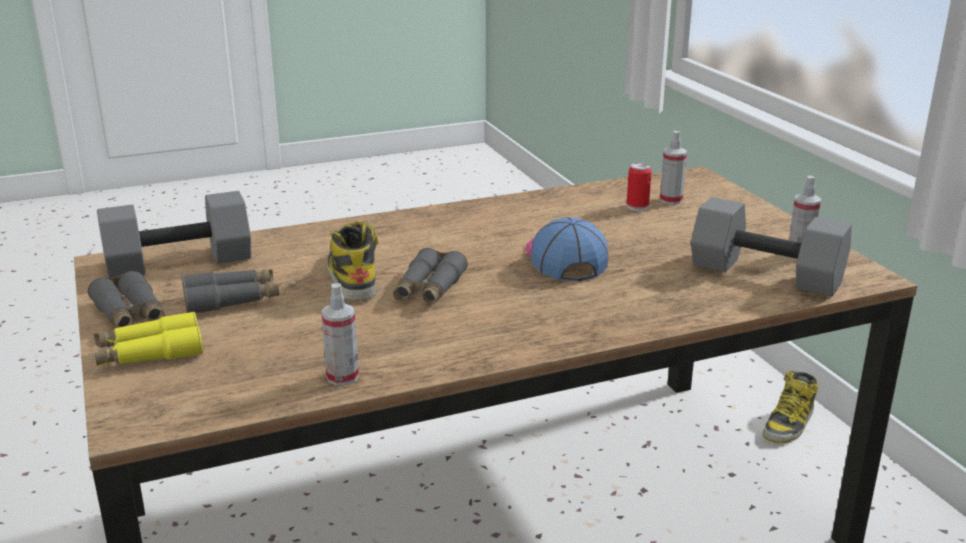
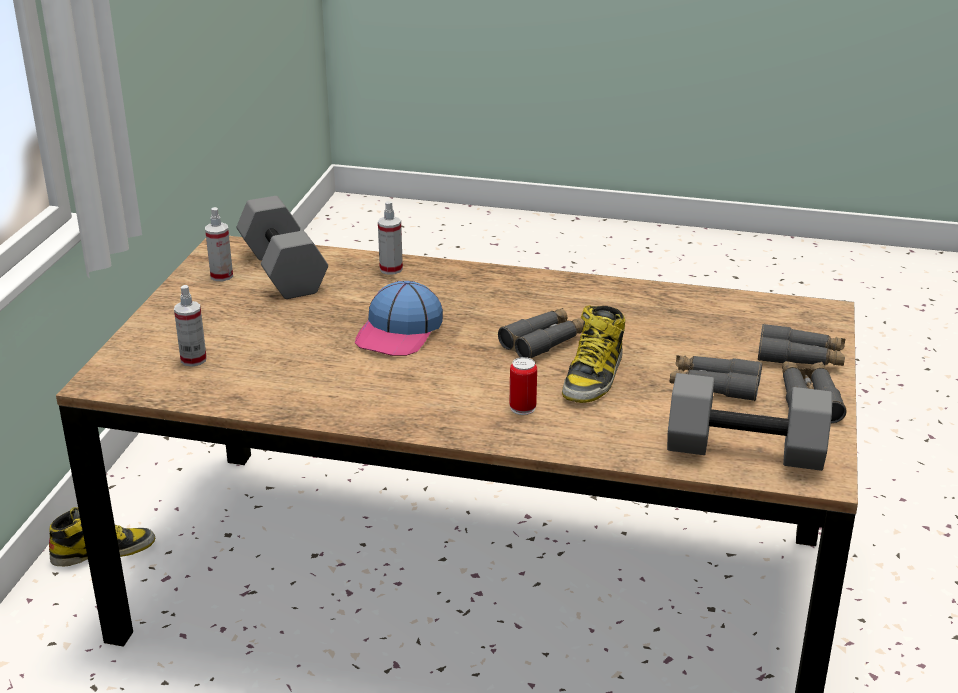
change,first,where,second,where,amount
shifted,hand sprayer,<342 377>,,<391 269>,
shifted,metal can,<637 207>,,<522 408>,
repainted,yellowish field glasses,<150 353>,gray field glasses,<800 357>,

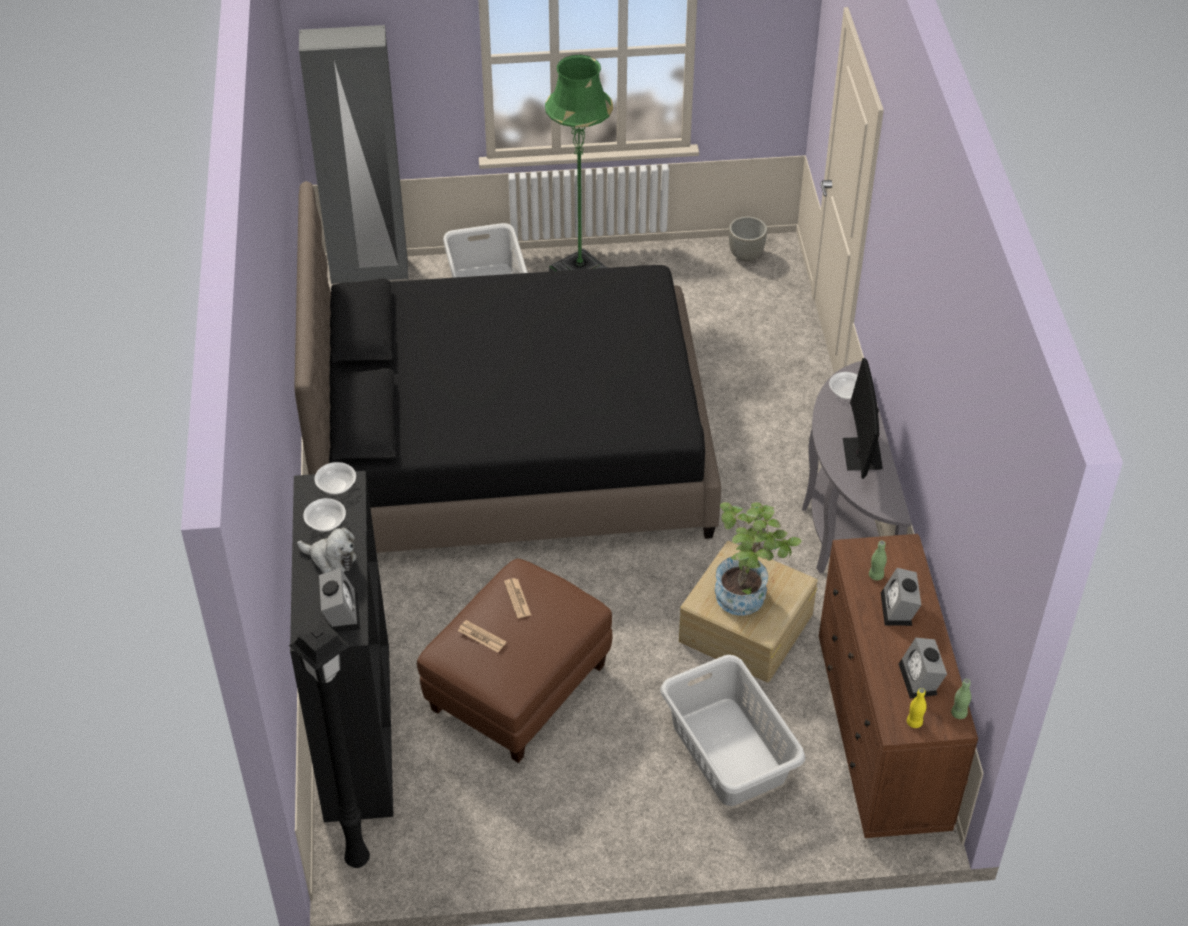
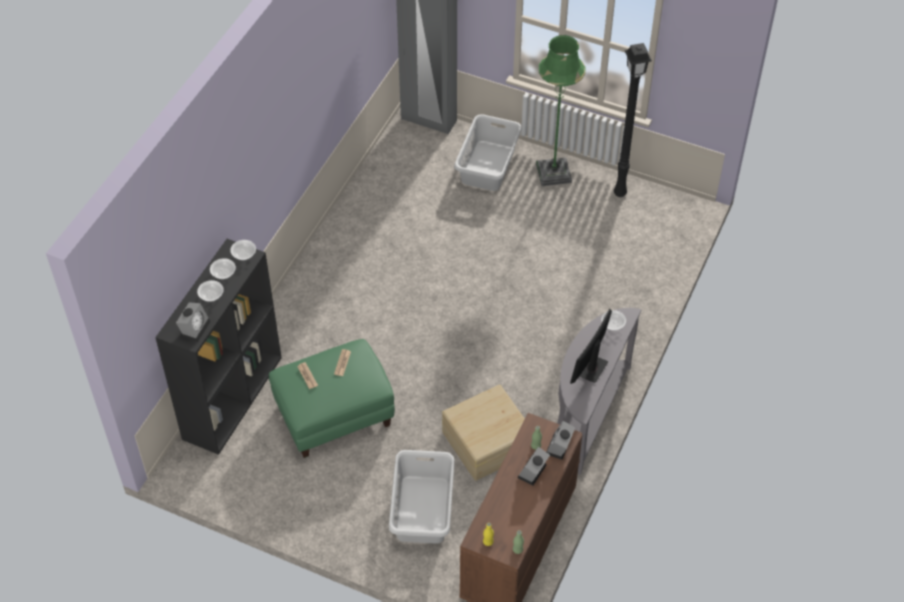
change,first,where,second,where,amount
swapped,plush toy,<331 559>,serving bowl,<211 295>,
repainted,brown-coloured ottoman,<518 687>,greenish ottoman,<334 415>,
shifted,alarm clock,<921 680>,,<559 447>,
shifted,blackish floor lamp,<357 857>,,<620 192>,
gone,blackish bedroom bed,<511 448>,,,
gone,houseplant,<748 595>,,,
gone,gray flower pot,<746 255>,,,

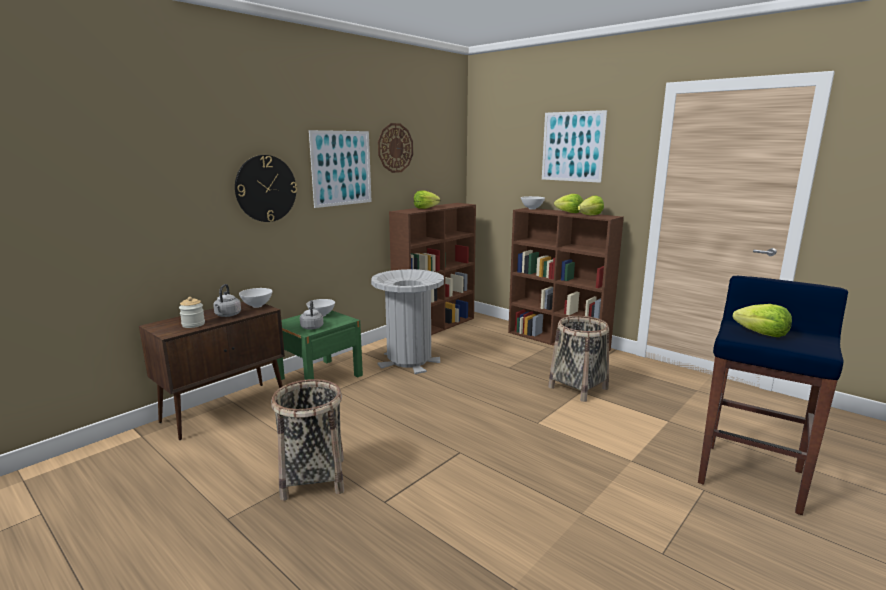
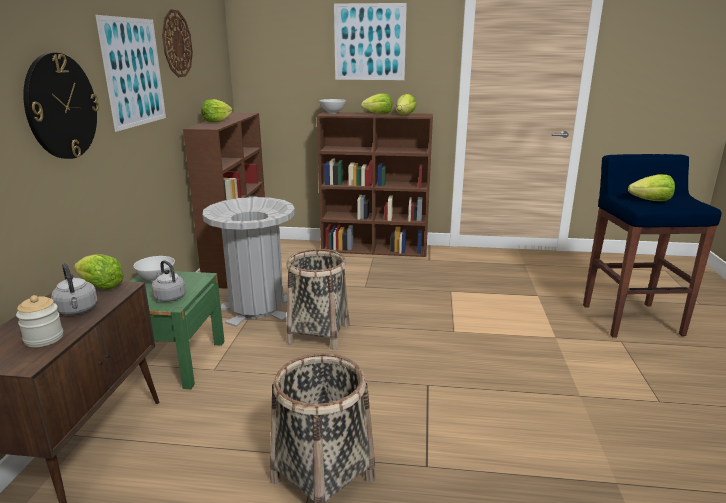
change,first,where,second,where,amount
swapped,whitish serving bowl,<257 306>,lettuce head,<100 286>,
shifted,basket,<578 388>,,<319 334>,

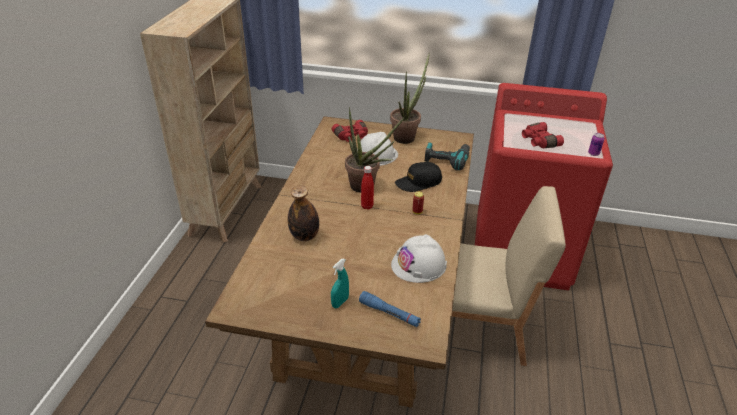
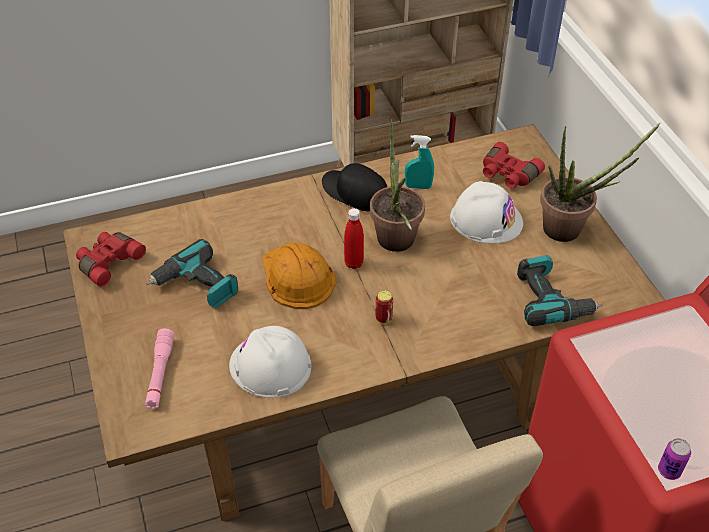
change,first,where,second,where,amount
shifted,red-coloured field glasses,<538 141>,,<108 262>,
repainted,blue hand torch,<389 313>,pink hand torch,<160 373>,
new,,,power drill,<197 286>,
new,,,orange safety helmet,<297 277>,
shifted,blackish peaked cap,<418 182>,,<355 192>,
shifted,turquoise hand sprayer,<340 302>,,<418 186>,
gone,drink bottle,<304 236>,,,

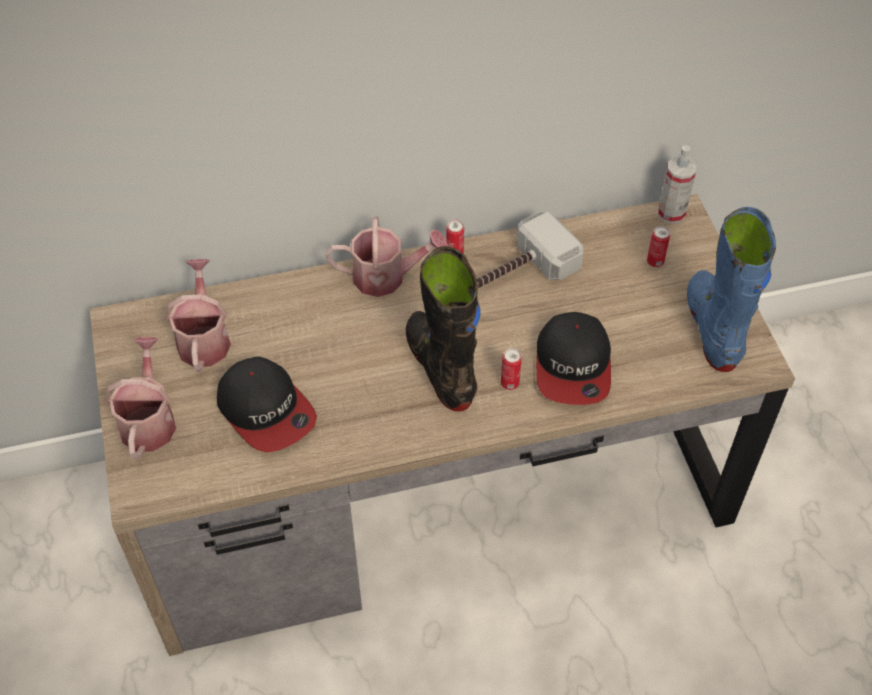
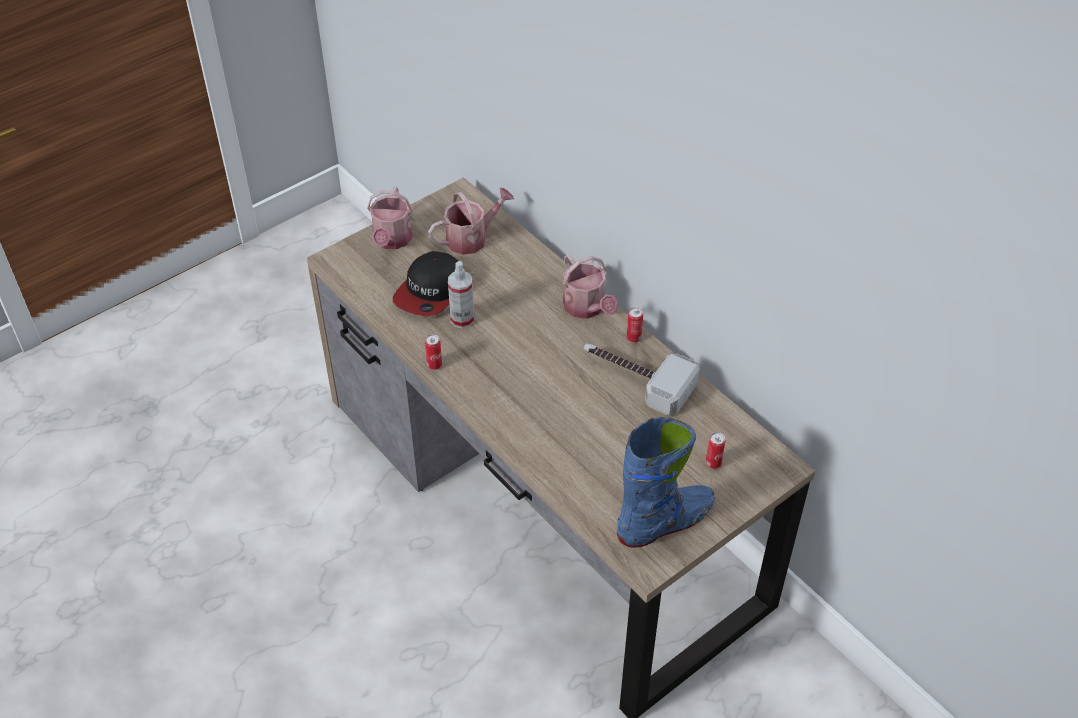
change,first,where,second,where,amount
rotated,watering pot,<149 420>,,<391 240>,120 degrees clockwise
shifted,metal can,<509 383>,,<434 365>,
shifted,hand sprayer,<671 213>,,<462 319>,
gone,blackish boot,<441 368>,,,
gone,peaked cap,<573 366>,,,

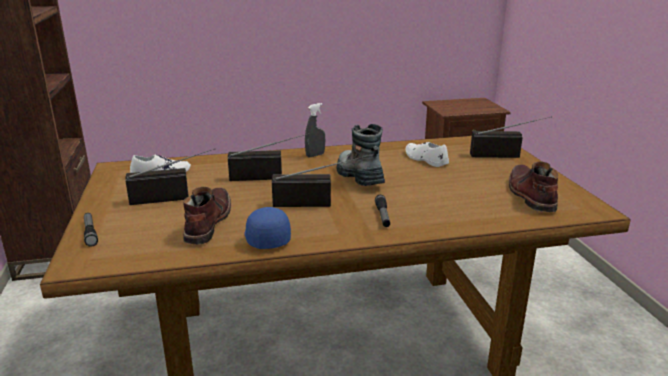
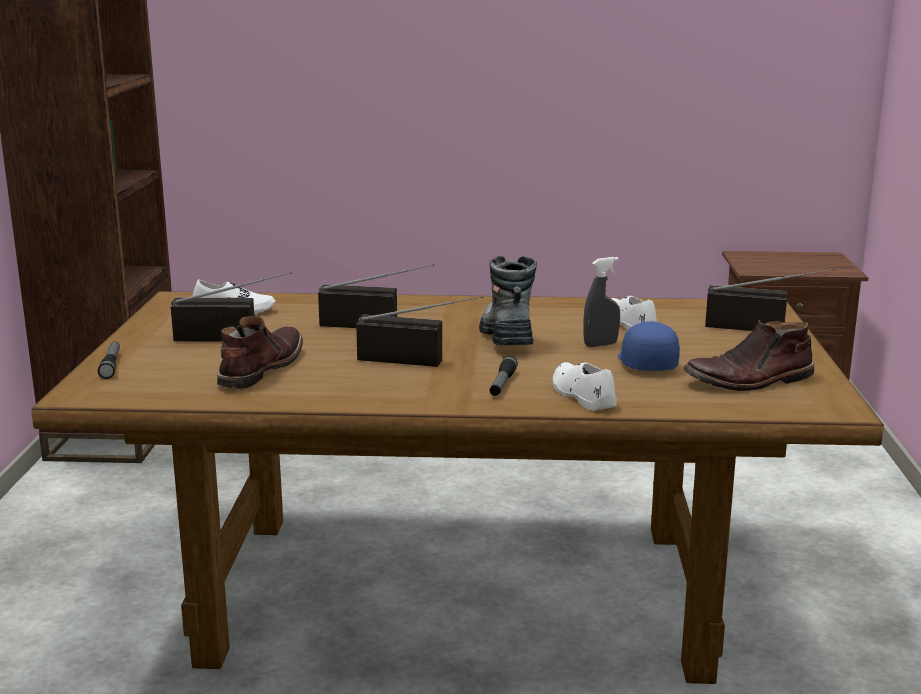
change,first,where,second,where,amount
new,,,whitish shoe,<582 395>,
shifted,gray hand sprayer,<315 155>,,<600 345>,
shifted,blue peaked cap,<265 237>,,<645 363>,
rotated,brown-coloured boot,<530 195>,,<750 381>,120 degrees counterclockwise

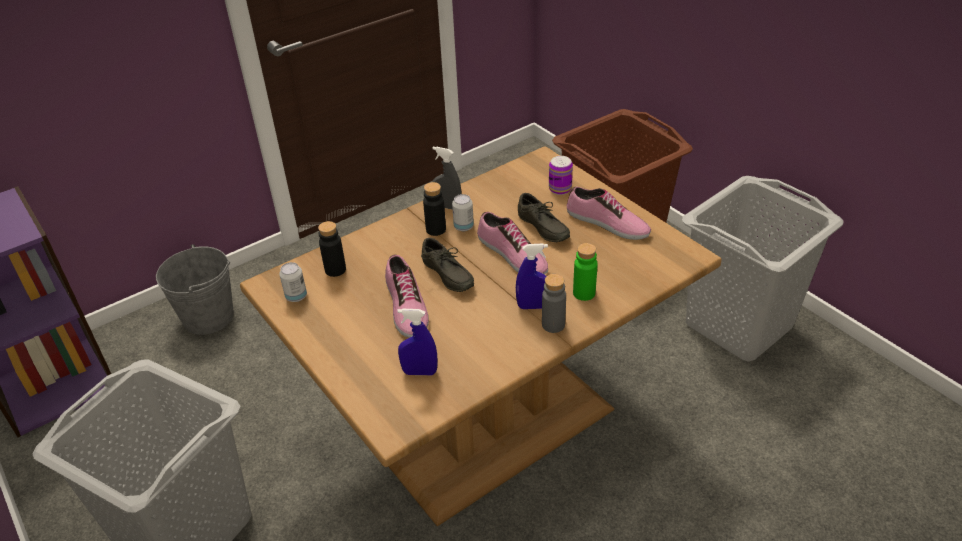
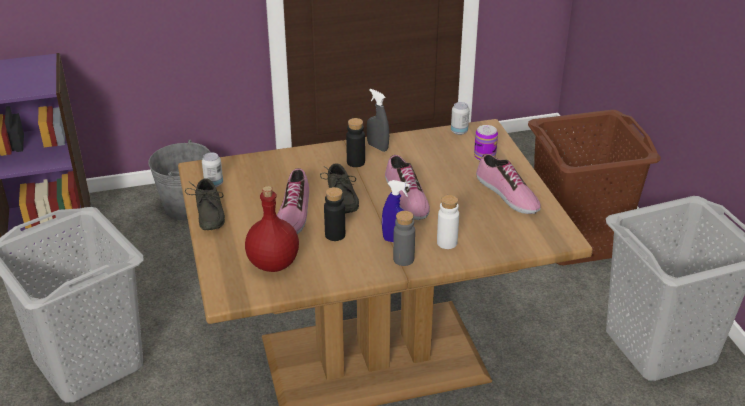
change,first,where,second,where,amount
shifted,gray shoe,<541 229>,,<207 215>,
swapped,blue hand sprayer,<419 372>,red-coloured drink bottle,<272 263>,
shifted,blackish drink bottle,<335 270>,,<335 235>,
repainted,greenish drink bottle,<584 293>,whitish drink bottle,<447 243>,
shifted,metal can,<463 227>,,<459 131>,

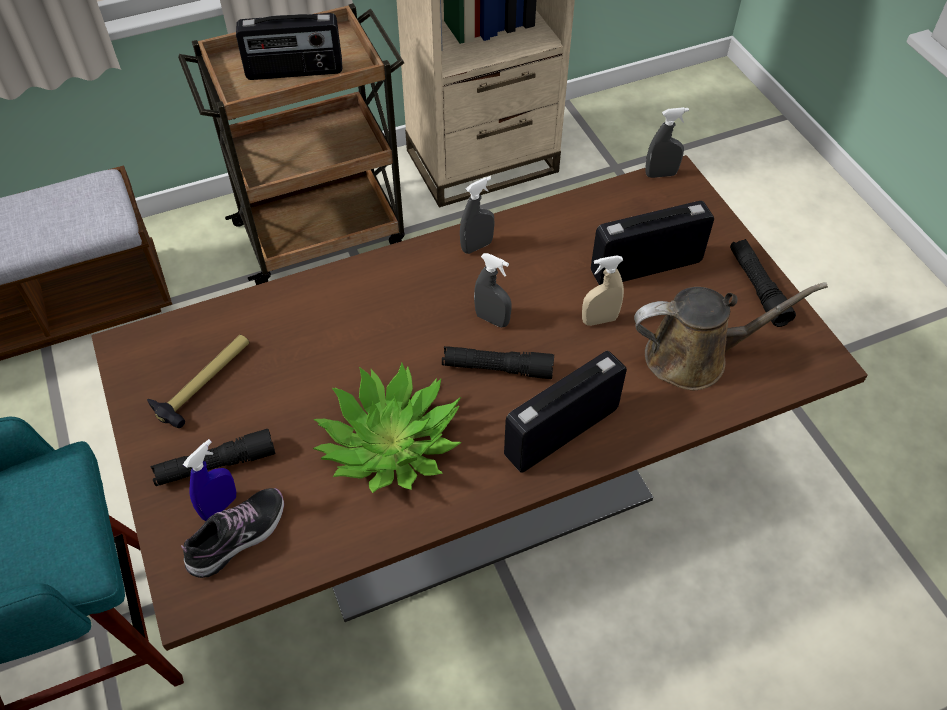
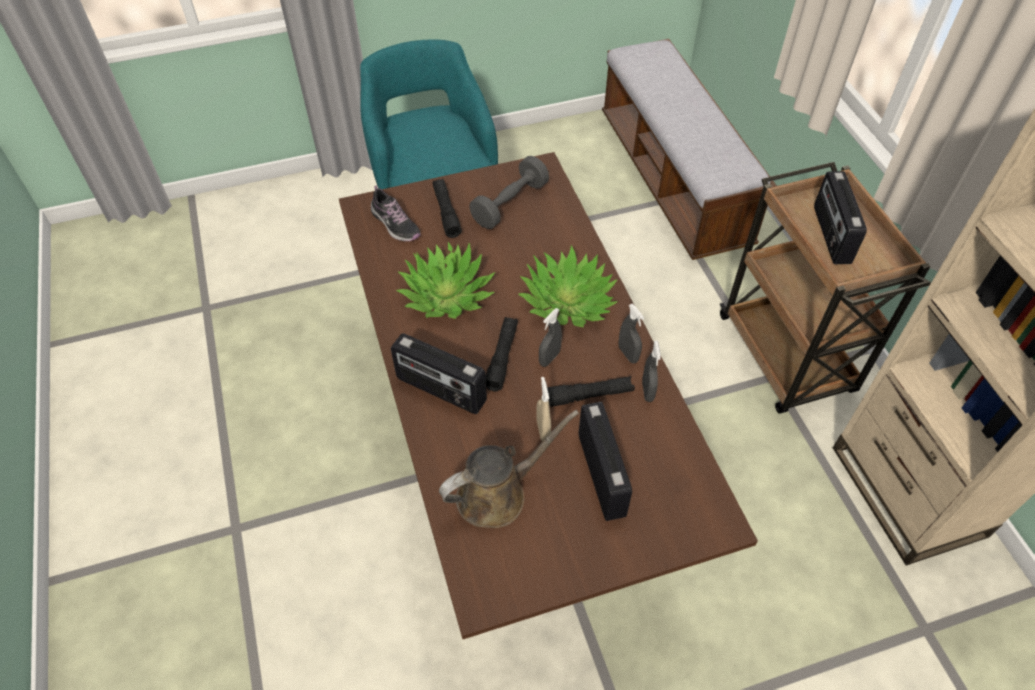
change,first,where,second,where,amount
rotated,radio receiver,<560 431>,,<440 390>,150 degrees clockwise
rotated,brown-coloured watering pot,<694 357>,,<497 494>,120 degrees counterclockwise
swapped,hand hammer,<204 382>,gray free weight,<510 204>,
new,,,houseplant,<567 302>,
shifted,blackish hand torch,<758 288>,,<590 395>,
shifted,gray hand sprayer,<661 174>,,<647 391>,
gone,blue hand sprayer,<220 507>,,,

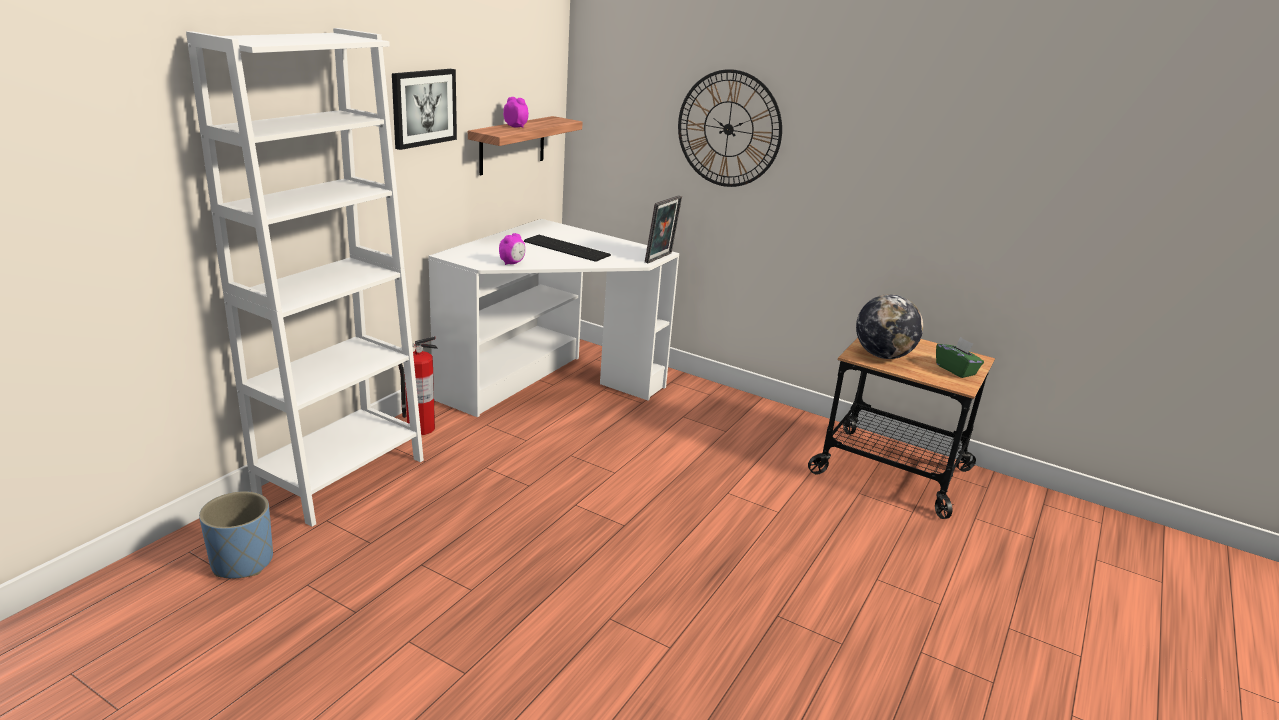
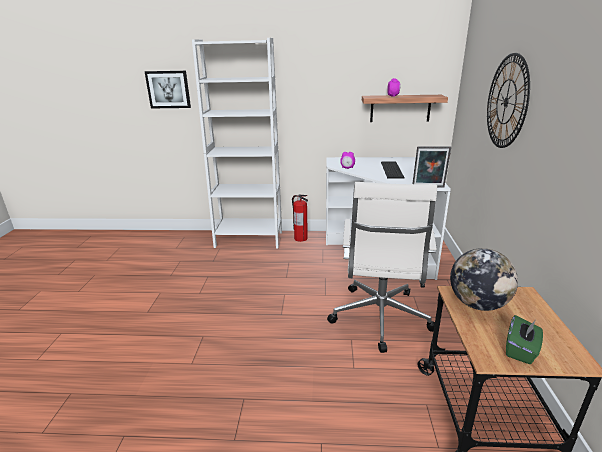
change,first,where,second,where,amount
shifted,wall picture,<423 107>,,<168 89>,
new,,,whitish computer chair,<379 318>,
gone,blue flower pot,<242 562>,,,

